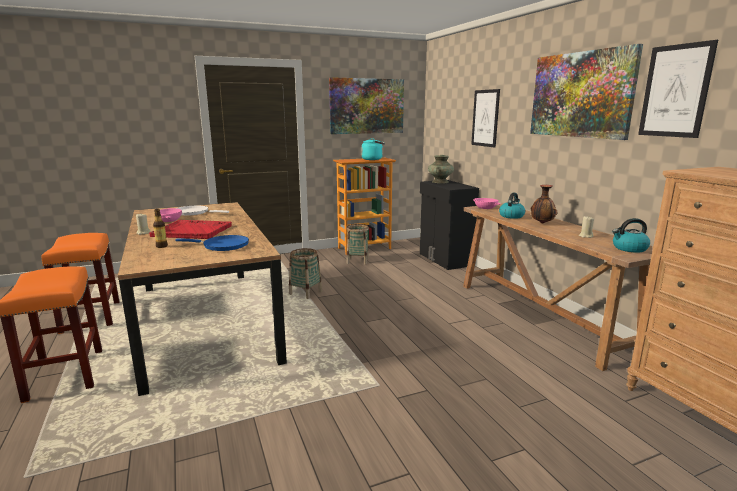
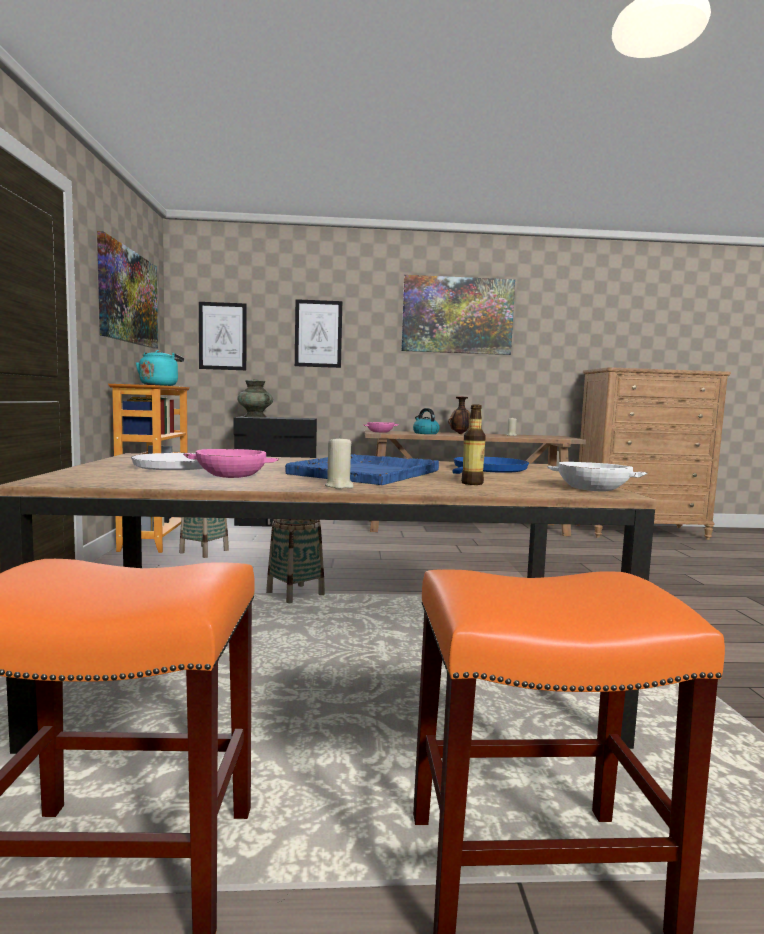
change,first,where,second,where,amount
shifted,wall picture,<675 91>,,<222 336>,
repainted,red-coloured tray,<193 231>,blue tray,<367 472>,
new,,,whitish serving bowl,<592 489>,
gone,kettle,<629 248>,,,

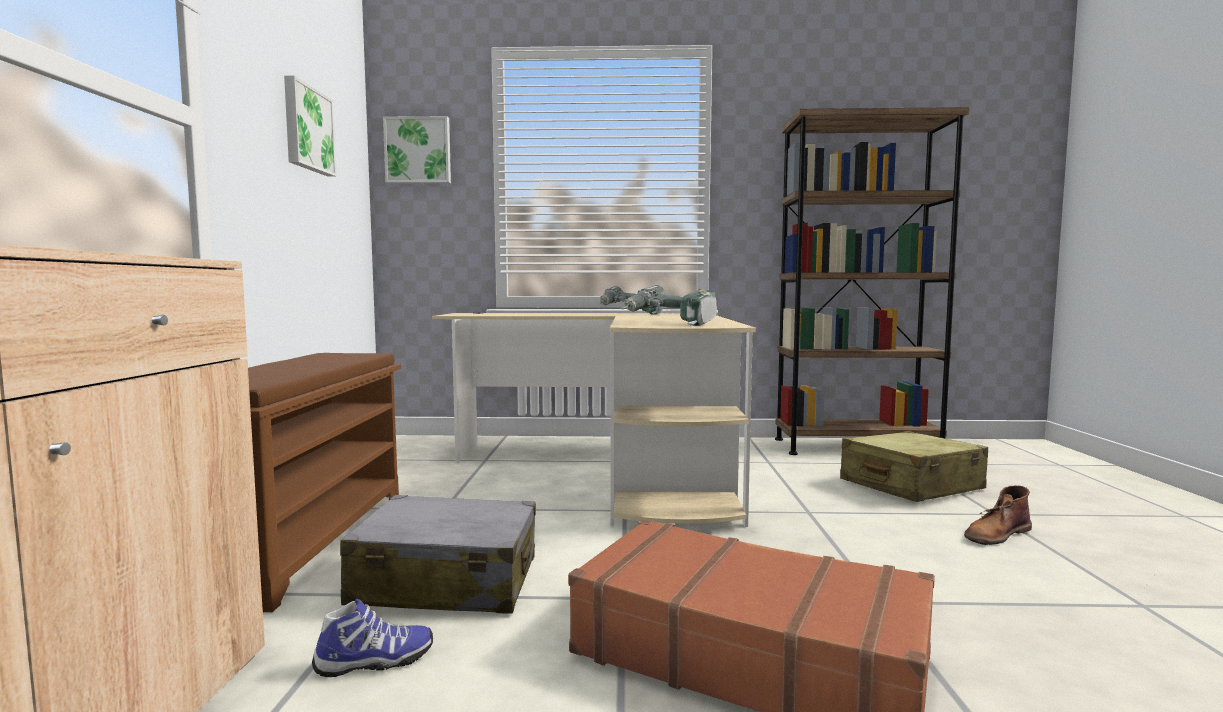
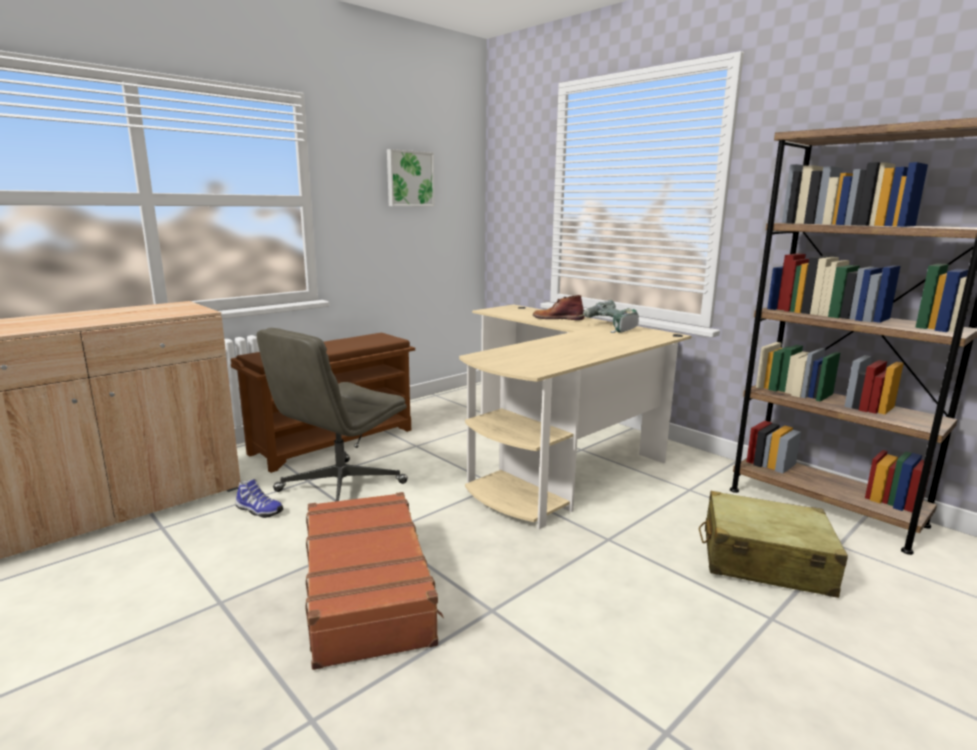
change,first,where,second,where,amount
swapped,gray travel case,<447 581>,gray computer chair,<340 488>,
shifted,brown-coloured boot,<996 534>,,<557 318>,
gone,wall picture,<418 151>,,,
gone,power drill,<668 324>,,,

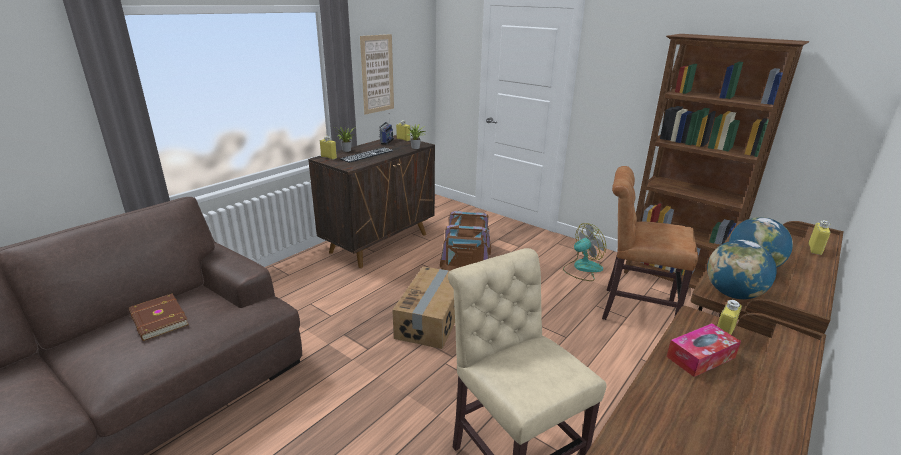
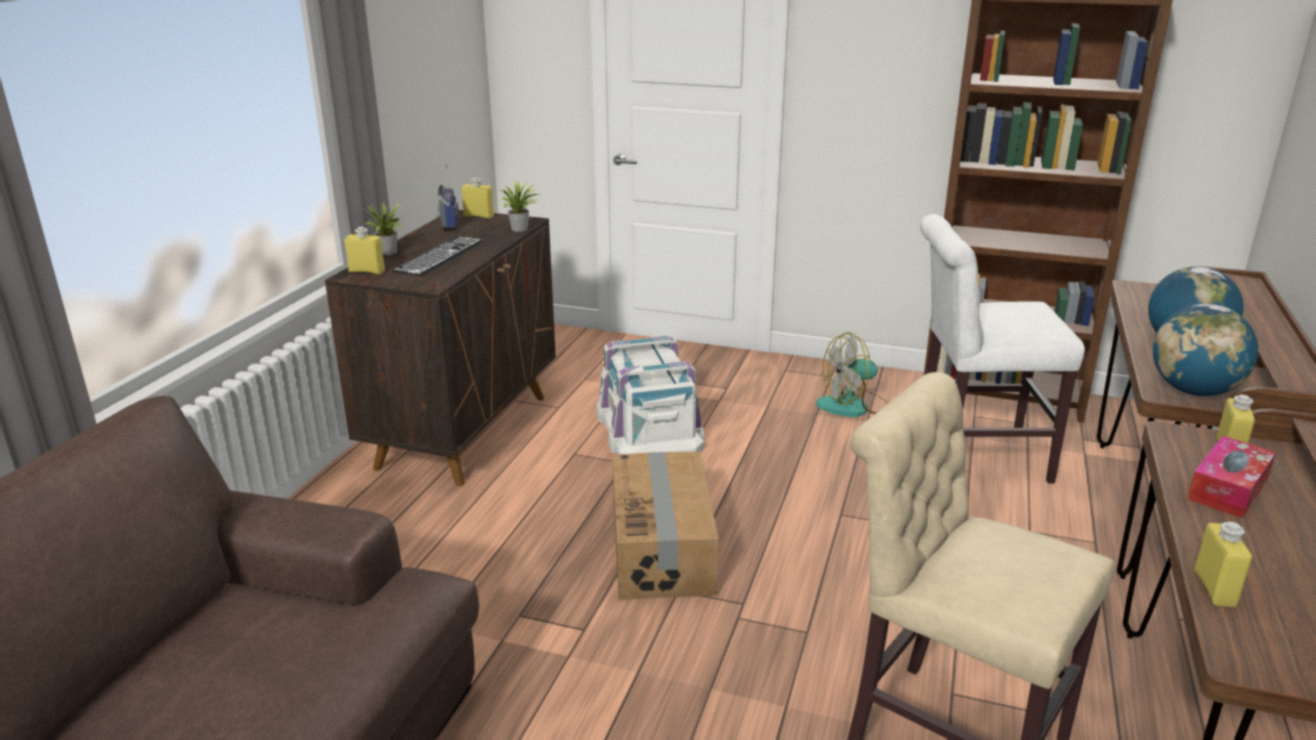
change,first,where,second,where,amount
repainted,brown-coloured storage bin,<465 258>,whitish storage bin,<648 428>,
rotated,electric fan,<582 268>,,<853 406>,150 degrees counterclockwise
repainted,brown-coloured chair,<633 309>,whitish chair,<971 456>,
shifted,yellowish drink bottle,<814 249>,,<1214 588>,
gone,brown-coloured volume,<157 320>,,,
gone,wall picture,<377 74>,,,

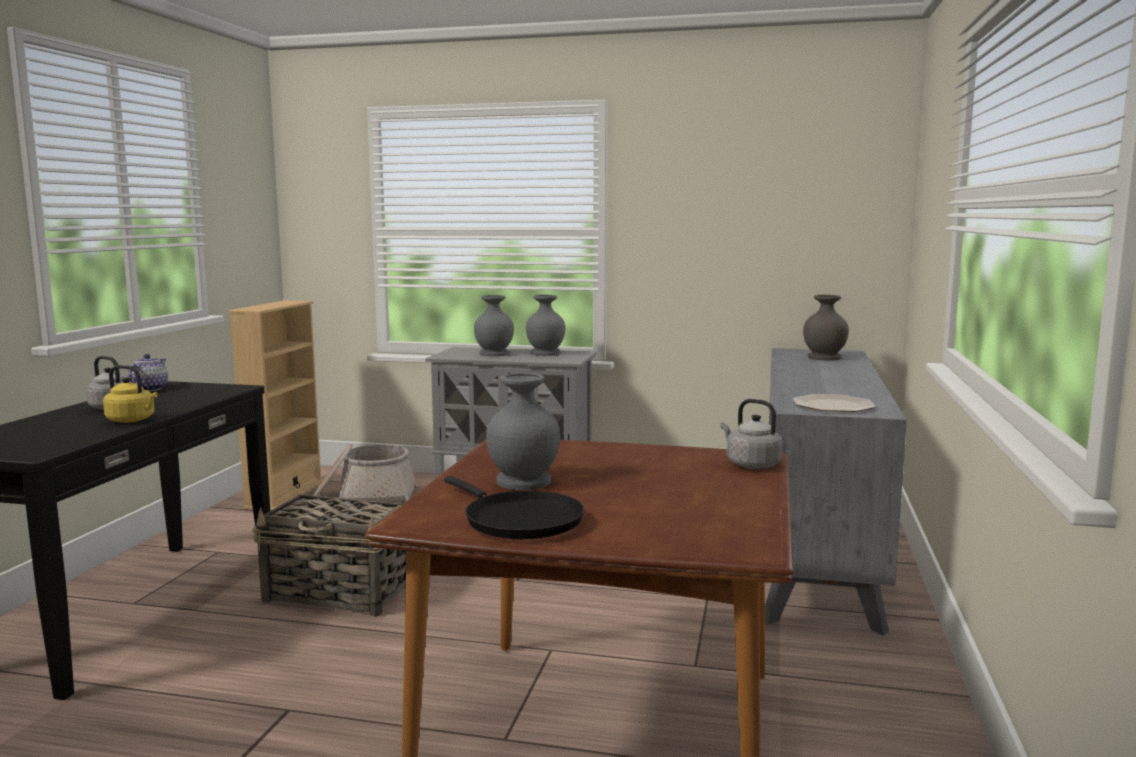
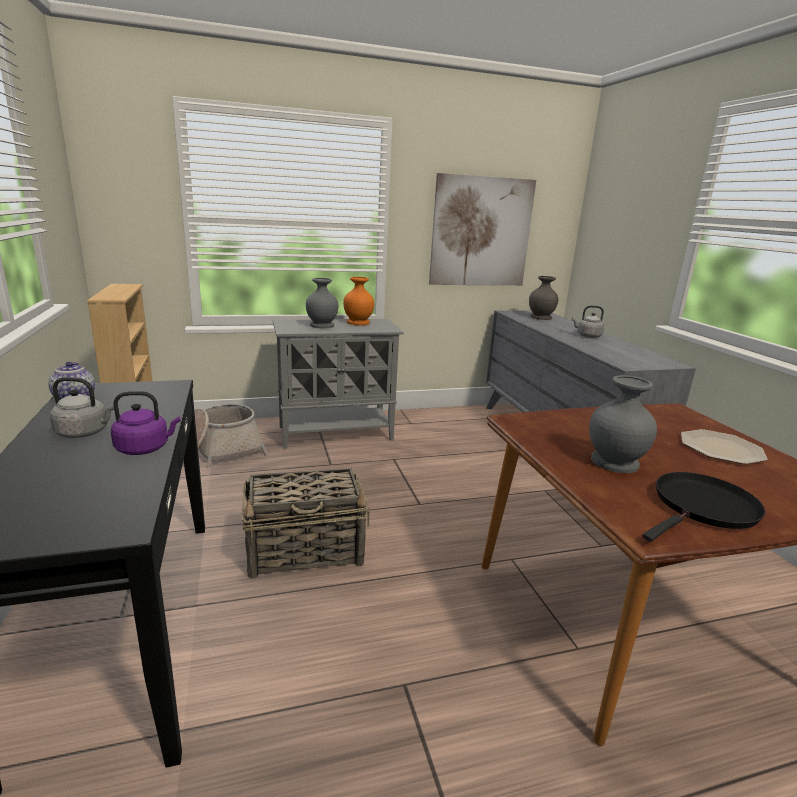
change,first,where,second,where,amount
repainted,yellowish kettle,<133 420>,purple-coloured kettle,<145 448>,
repainted,gray decorative vase,<545 353>,orange decorative vase,<358 323>,
new,,,wall picture,<481 232>,
shifted,gray kettle,<750 464>,,<587 336>,
rotated,blackish skillet,<518 520>,,<702 508>,60 degrees counterclockwise
shifted,plate,<833 405>,,<720 448>,

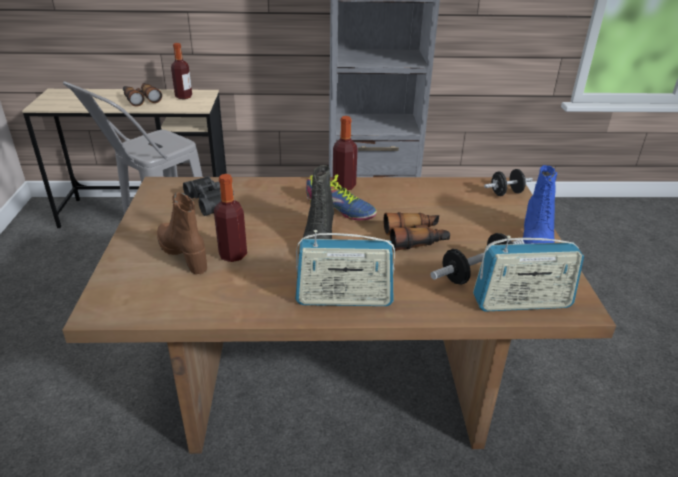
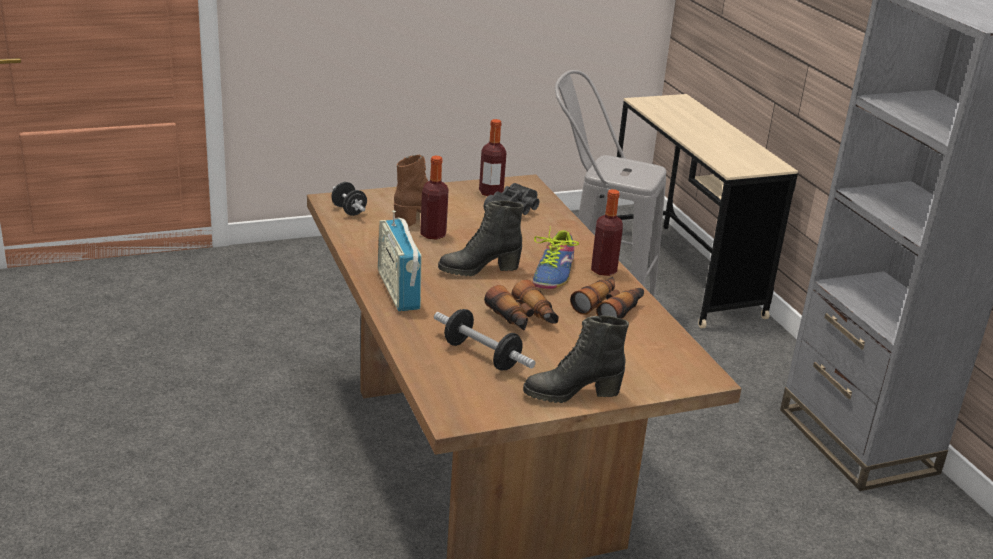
change,first,where,second,where,amount
shifted,blackish free weight,<506 193>,,<349 210>,
shifted,drink bottle,<183 96>,,<491 193>,
repainted,blue boot,<535 241>,blackish boot,<571 393>,
shifted,field glasses,<141 99>,,<609 308>,
gone,radio receiver,<521 302>,,,

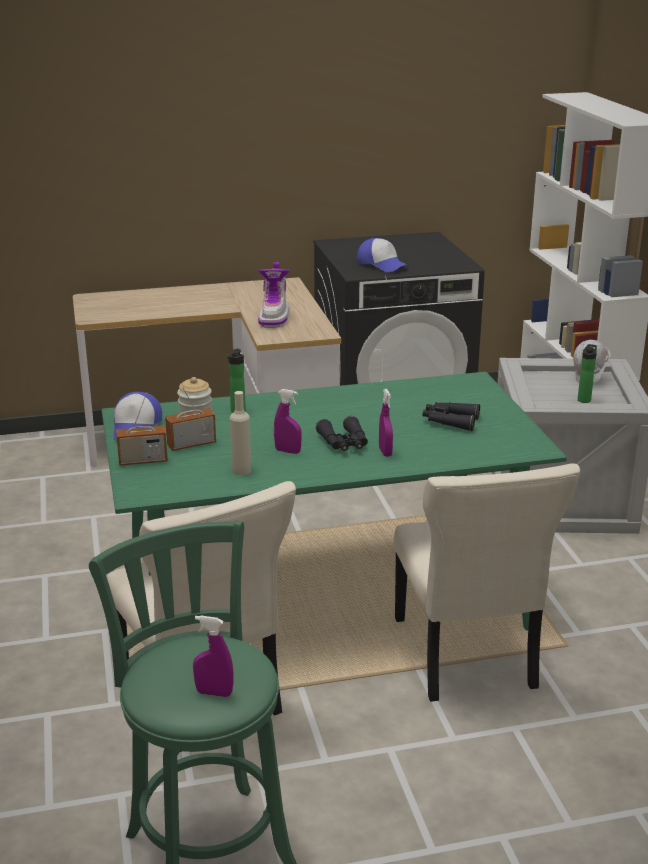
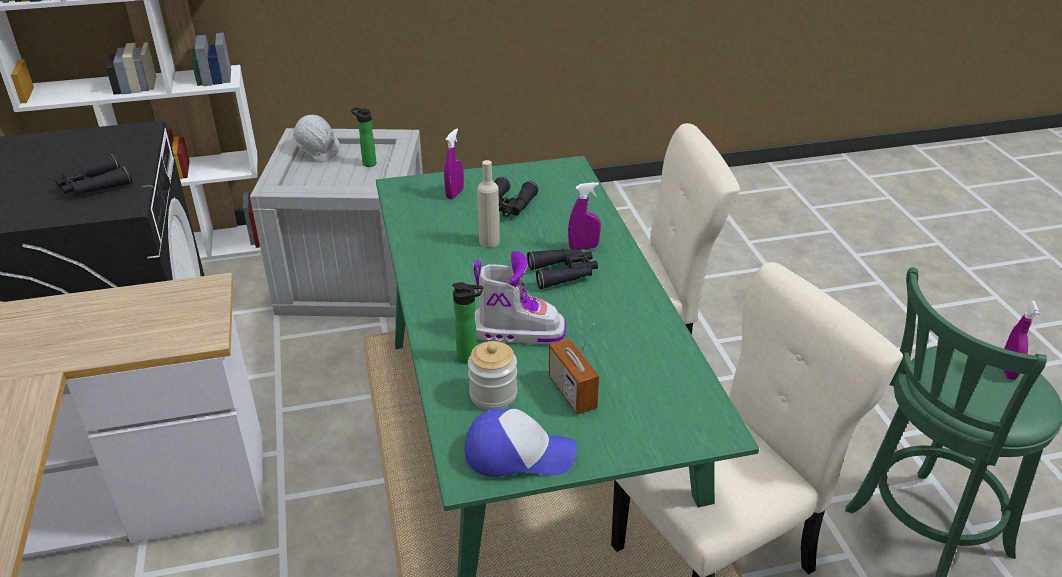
change,first,where,second,where,amount
swapped,peaked cap,<382 264>,blackish field glasses,<94 186>,
shifted,purple-coloured hand sprayer,<287 451>,,<454 193>,
shifted,boot,<274 318>,,<517 331>,
shifted,beige drink bottle,<241 470>,,<489 241>,
gone,radio receiver,<143 461>,,,

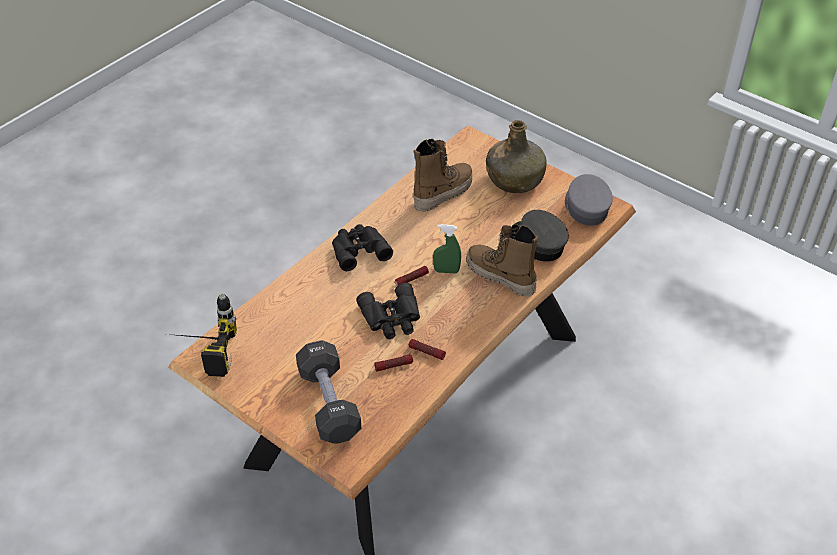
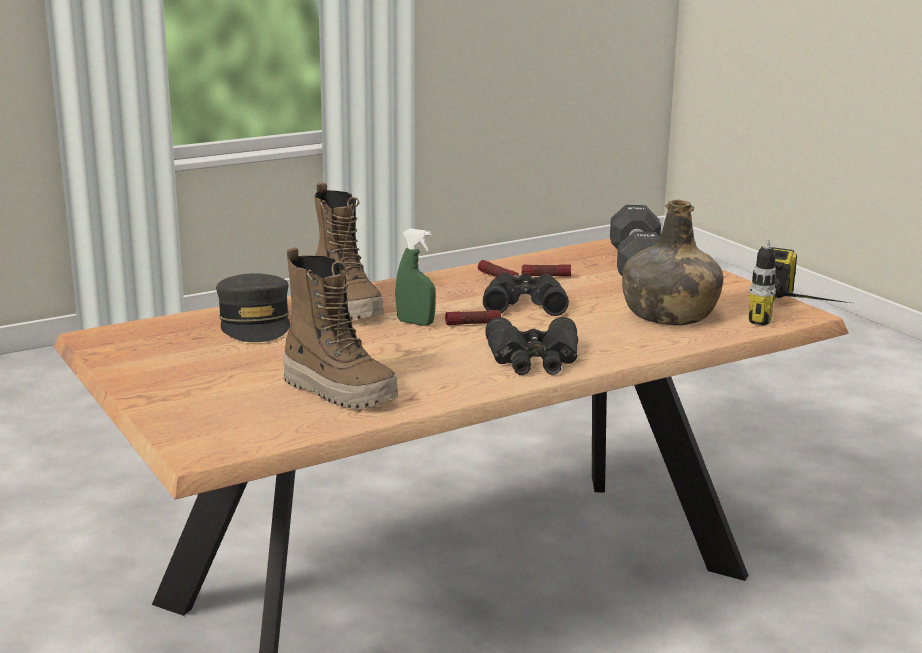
change,first,where,second,where,amount
rotated,boot,<442 193>,,<339 392>,120 degrees counterclockwise
shifted,greenish drink bottle,<514 180>,,<669 314>,
gone,gray peaked cap,<586 207>,,,

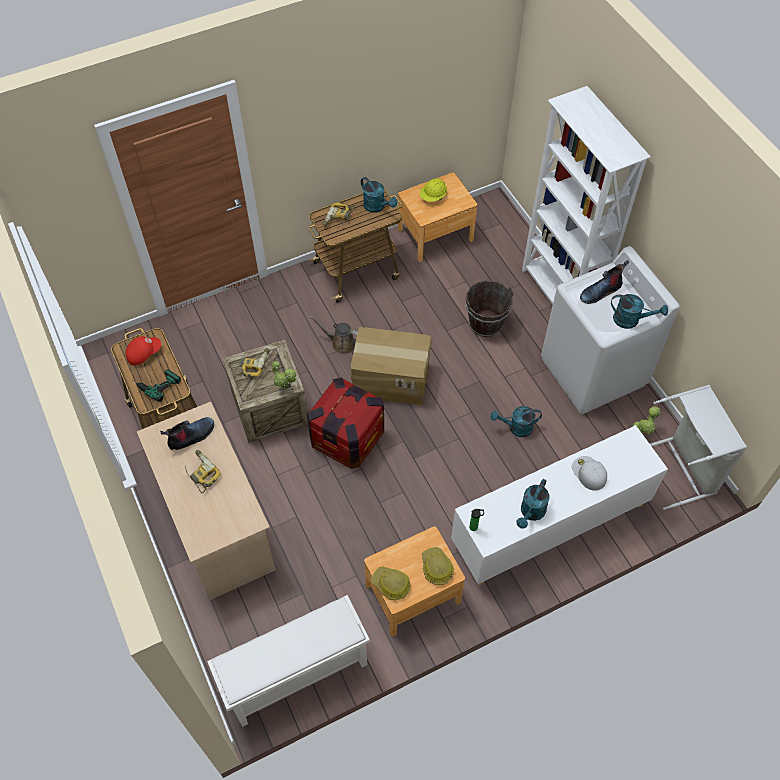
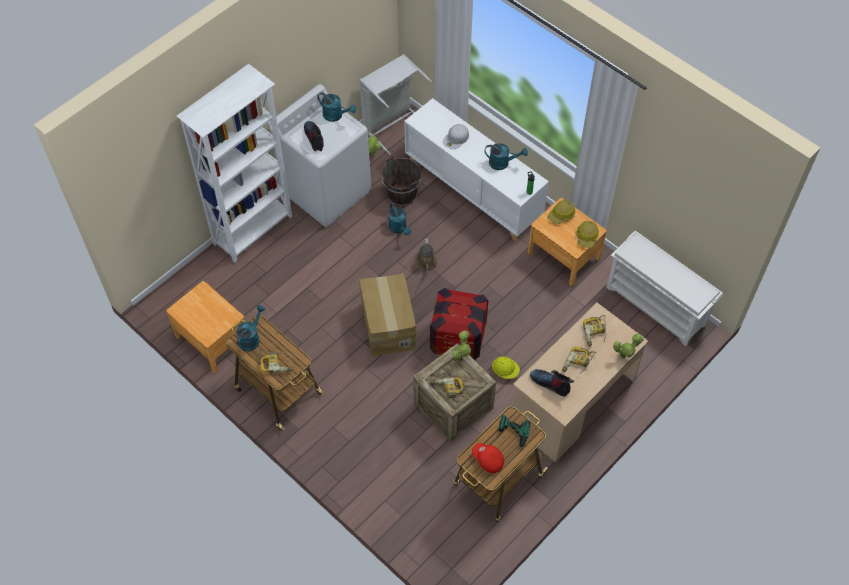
change,first,where,second,where,amount
rotated,boot,<600 291>,,<315 138>,150 degrees counterclockwise
rotated,turquoise watering pot,<631 320>,,<336 116>,120 degrees clockwise
shifted,brown-coloured pail,<485 324>,,<402 195>,
shifted,brown-coloured watering pot,<341 343>,,<426 264>,
shifted,yellowish safety helmet,<433 197>,,<505 371>,
new,,,power drill,<595 333>,
new,,,houseplant,<625 356>,

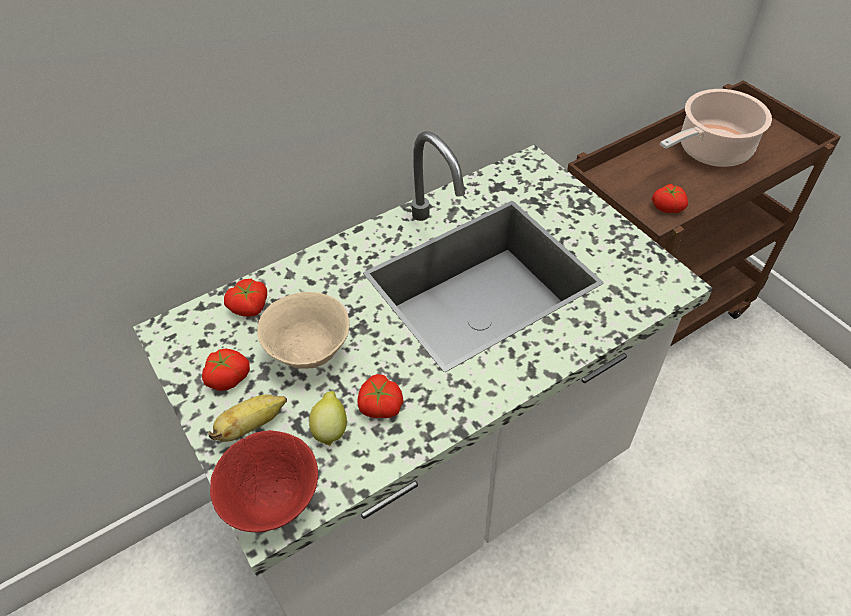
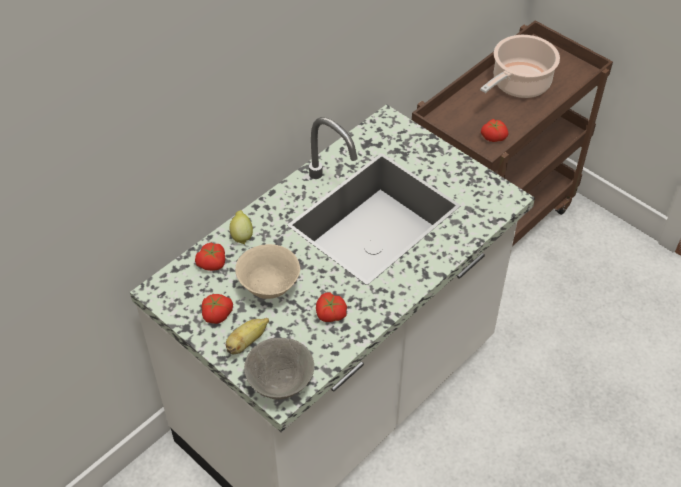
change,first,where,second,where,amount
shifted,citrus fruit,<331 429>,,<242 235>,
repainted,red-coloured serving bowl,<273 502>,gray serving bowl,<280 385>,

